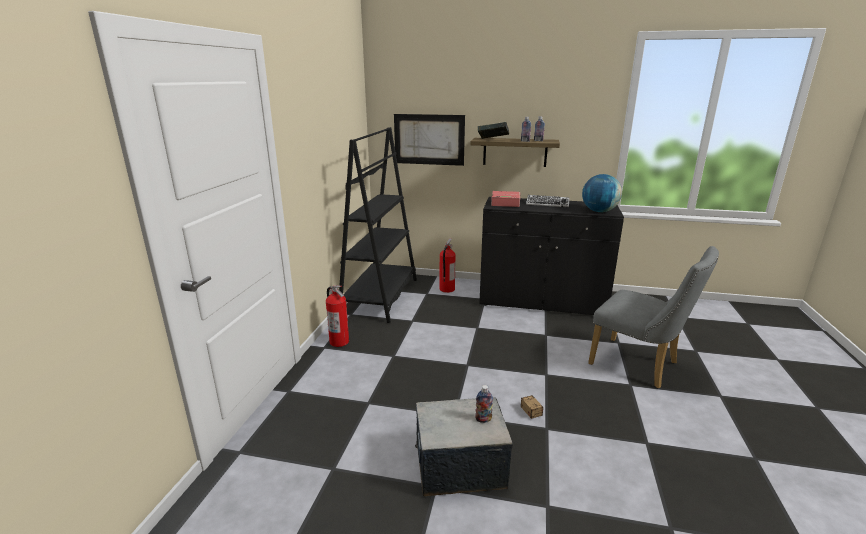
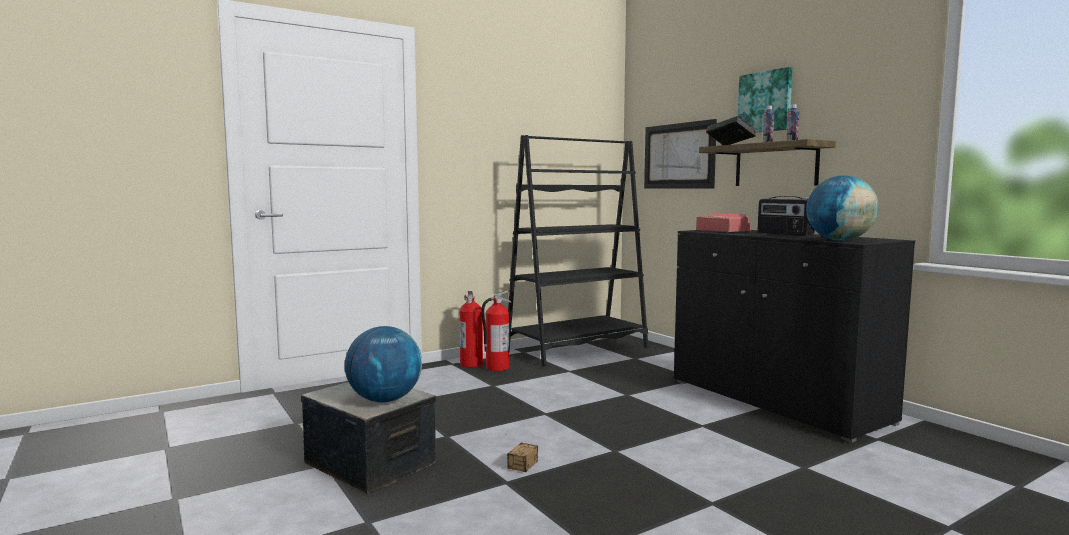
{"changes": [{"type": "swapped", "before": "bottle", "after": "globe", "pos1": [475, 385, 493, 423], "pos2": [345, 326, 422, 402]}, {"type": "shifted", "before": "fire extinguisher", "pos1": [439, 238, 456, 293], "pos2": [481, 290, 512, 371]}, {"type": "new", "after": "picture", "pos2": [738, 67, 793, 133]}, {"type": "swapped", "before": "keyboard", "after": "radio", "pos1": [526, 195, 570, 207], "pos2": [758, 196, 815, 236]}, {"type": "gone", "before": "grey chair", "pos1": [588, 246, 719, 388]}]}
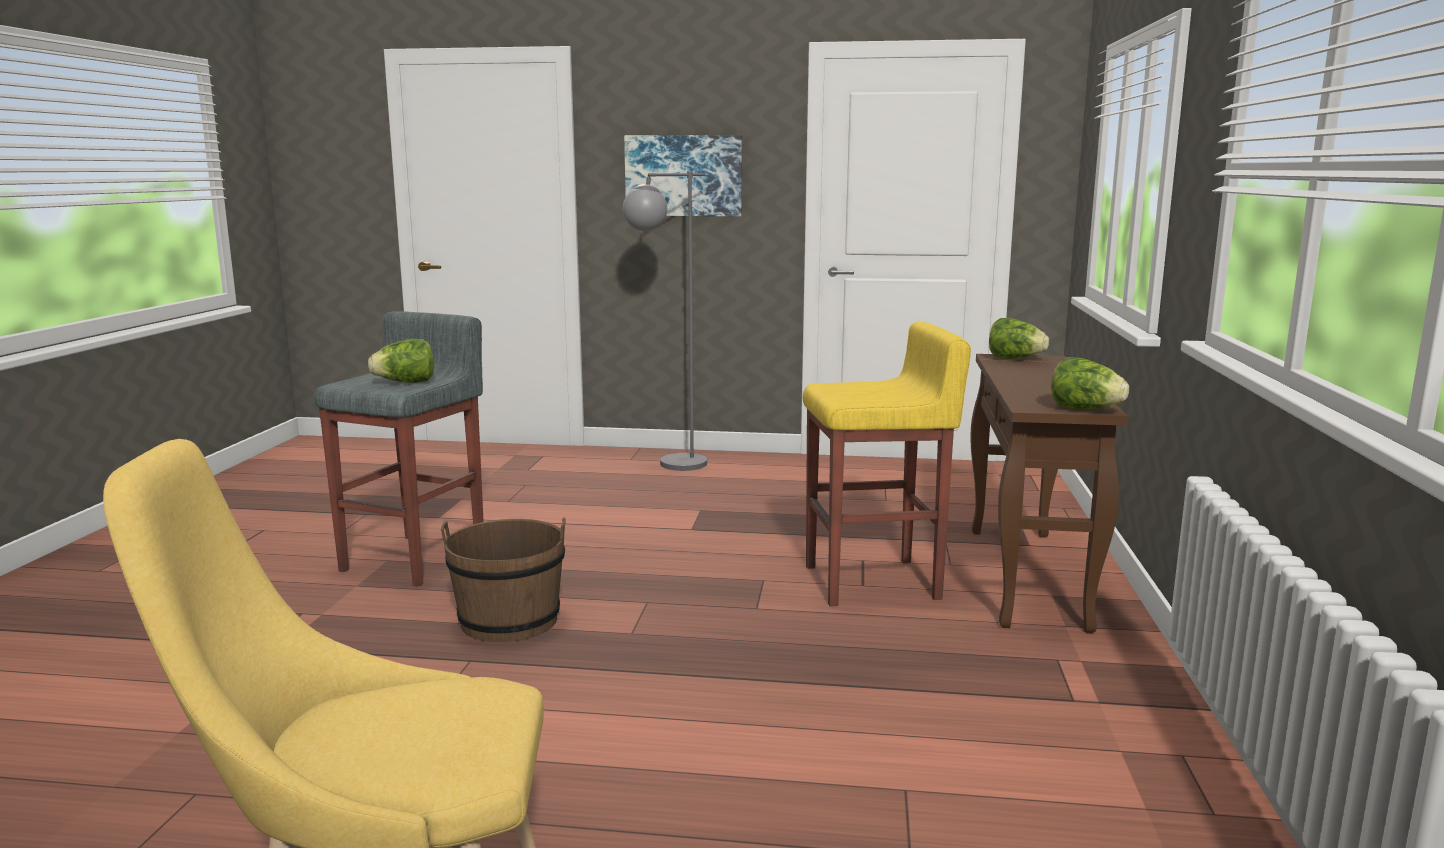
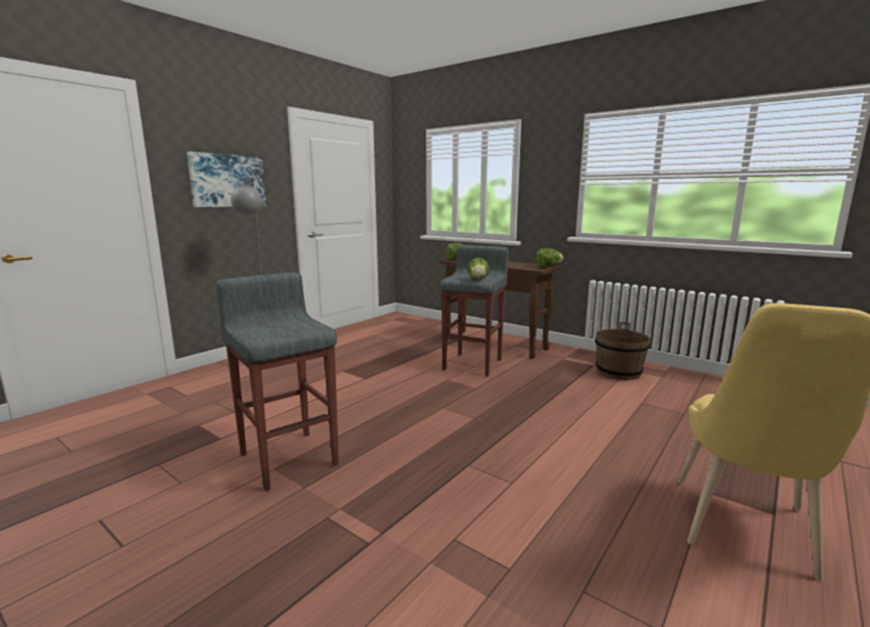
{"changes": [{"type": "repainted", "before": "yellow stool", "after": "grey stool", "pos1": [803, 322, 971, 607], "pos2": [440, 245, 509, 376]}, {"type": "shifted", "before": "lettuce", "pos1": [368, 339, 434, 383], "pos2": [468, 258, 489, 279]}, {"type": "shifted", "before": "brown bucket", "pos1": [441, 517, 566, 642], "pos2": [595, 322, 651, 380]}]}
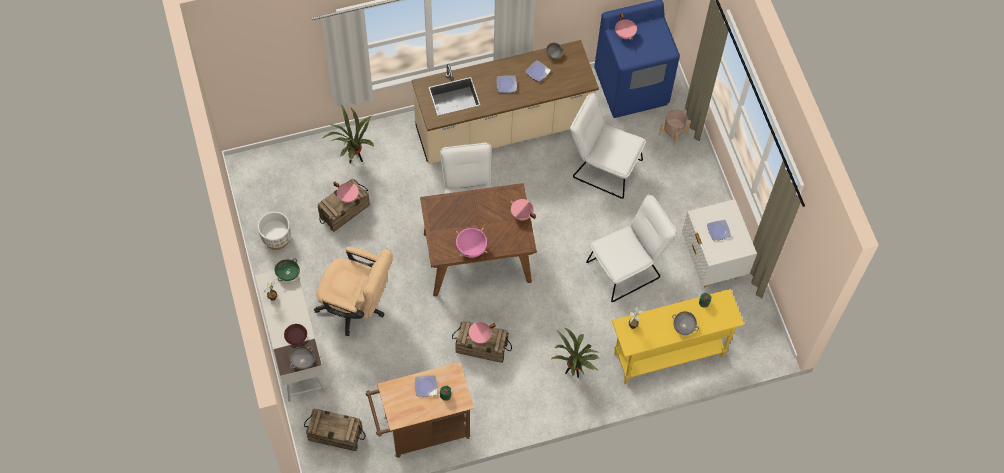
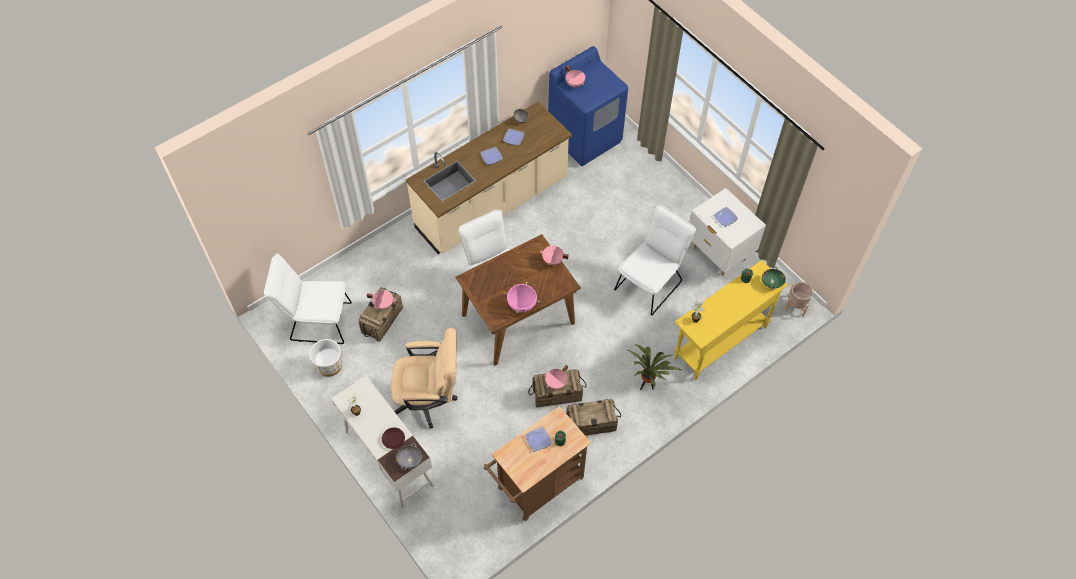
{"changes": [{"type": "shifted", "before": "white chair", "pos1": [570, 92, 646, 199], "pos2": [264, 253, 352, 344]}, {"type": "shifted", "before": "crate", "pos1": [304, 409, 365, 451], "pos2": [566, 399, 621, 436]}, {"type": "shifted", "before": "green bowl", "pos1": [274, 258, 300, 281], "pos2": [762, 267, 786, 290]}, {"type": "shifted", "before": "beige planter", "pos1": [659, 109, 690, 147], "pos2": [784, 282, 813, 317]}, {"type": "gone", "before": "potted plant", "pos1": [323, 105, 374, 163]}, {"type": "gone", "before": "grey bowl", "pos1": [672, 311, 699, 335]}]}
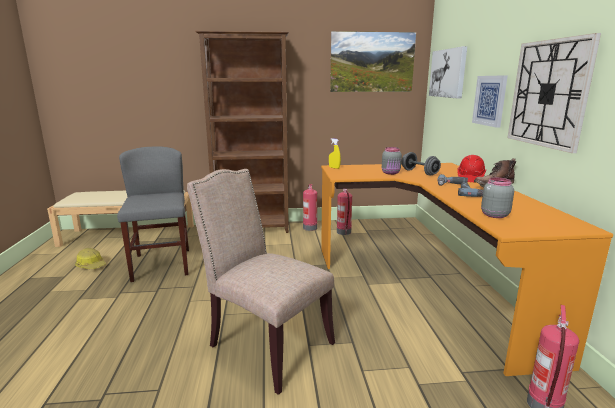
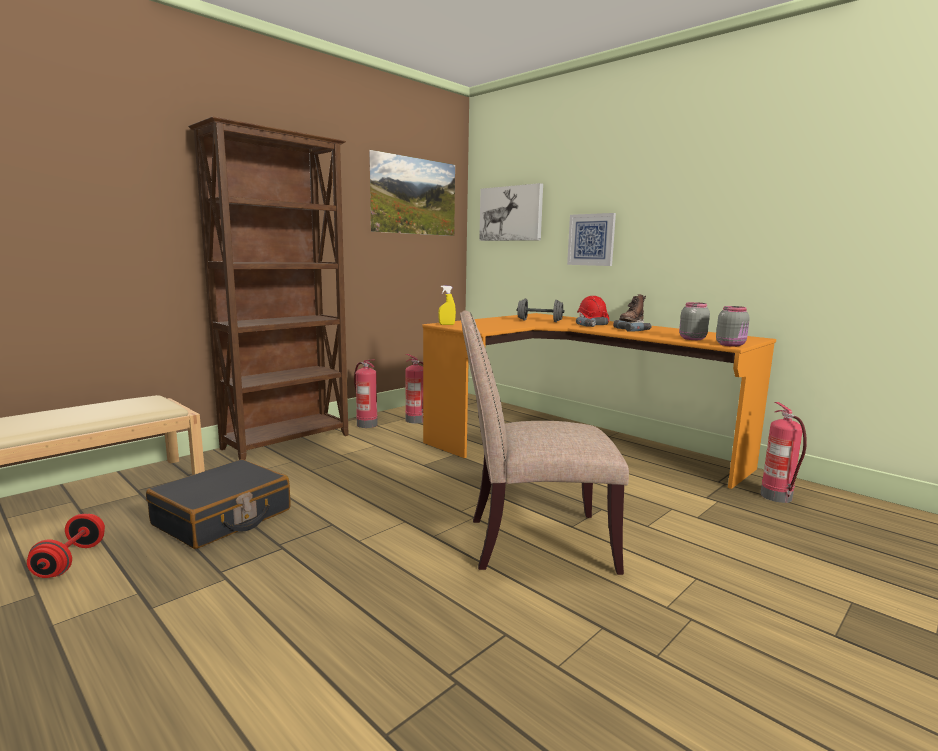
{"changes": [{"type": "swapped", "before": "hard hat", "after": "red dumbbell", "pos1": [75, 248, 106, 269], "pos2": [27, 514, 105, 578]}, {"type": "swapped", "before": "grey chair", "after": "black suitcase", "pos1": [117, 146, 189, 282], "pos2": [146, 459, 291, 549]}, {"type": "shifted", "before": "grey jar", "pos1": [382, 147, 402, 175], "pos2": [716, 306, 750, 347]}, {"type": "gone", "before": "wall clock", "pos1": [507, 33, 601, 153]}]}
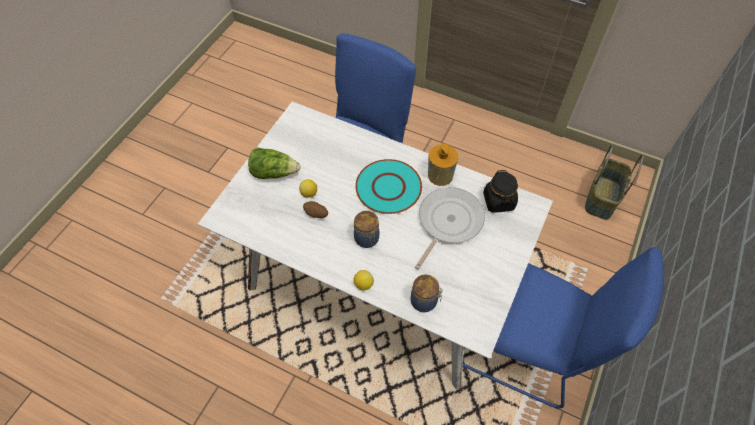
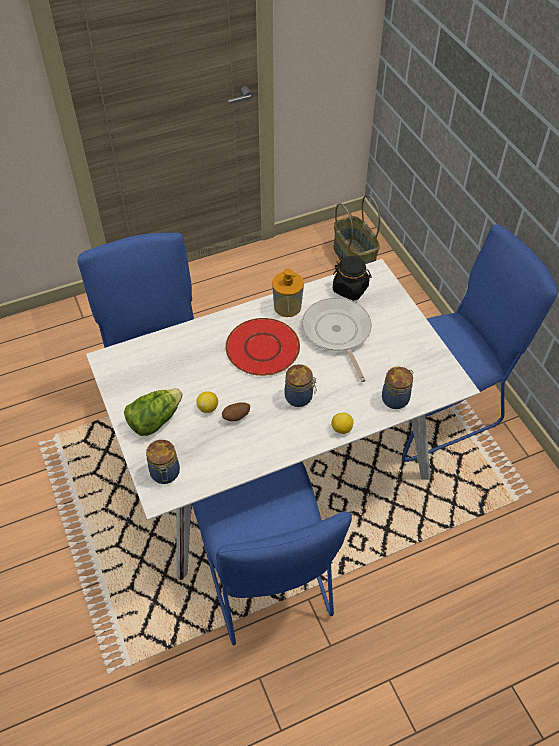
{"changes": [{"type": "new", "after": "jar", "pos2": [146, 440, 180, 484]}, {"type": "new", "after": "blue chair", "pos2": [192, 462, 352, 645]}, {"type": "repainted", "before": "turquoise plate", "after": "red plate", "pos1": [355, 159, 422, 214], "pos2": [226, 318, 300, 376]}]}
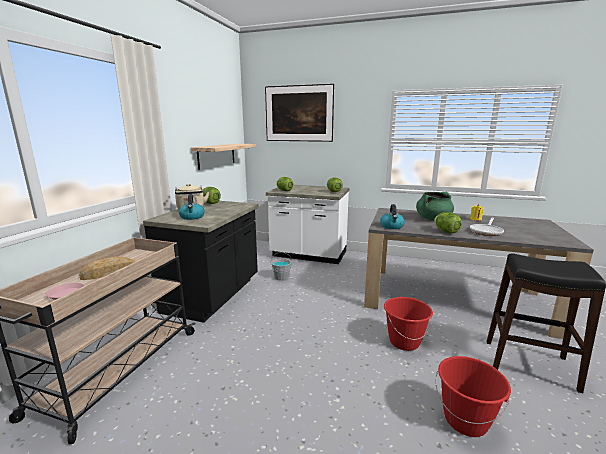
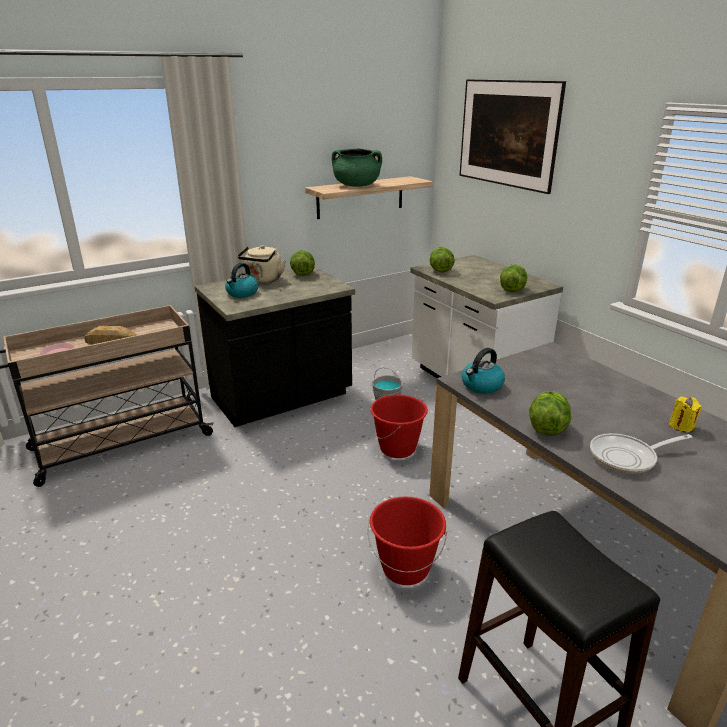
{"changes": [{"type": "shifted", "before": "green cooking pot", "pos1": [416, 192, 454, 220], "pos2": [332, 149, 382, 187]}, {"type": "shifted", "before": "red bucket", "pos1": [436, 356, 511, 437], "pos2": [370, 395, 428, 458]}]}
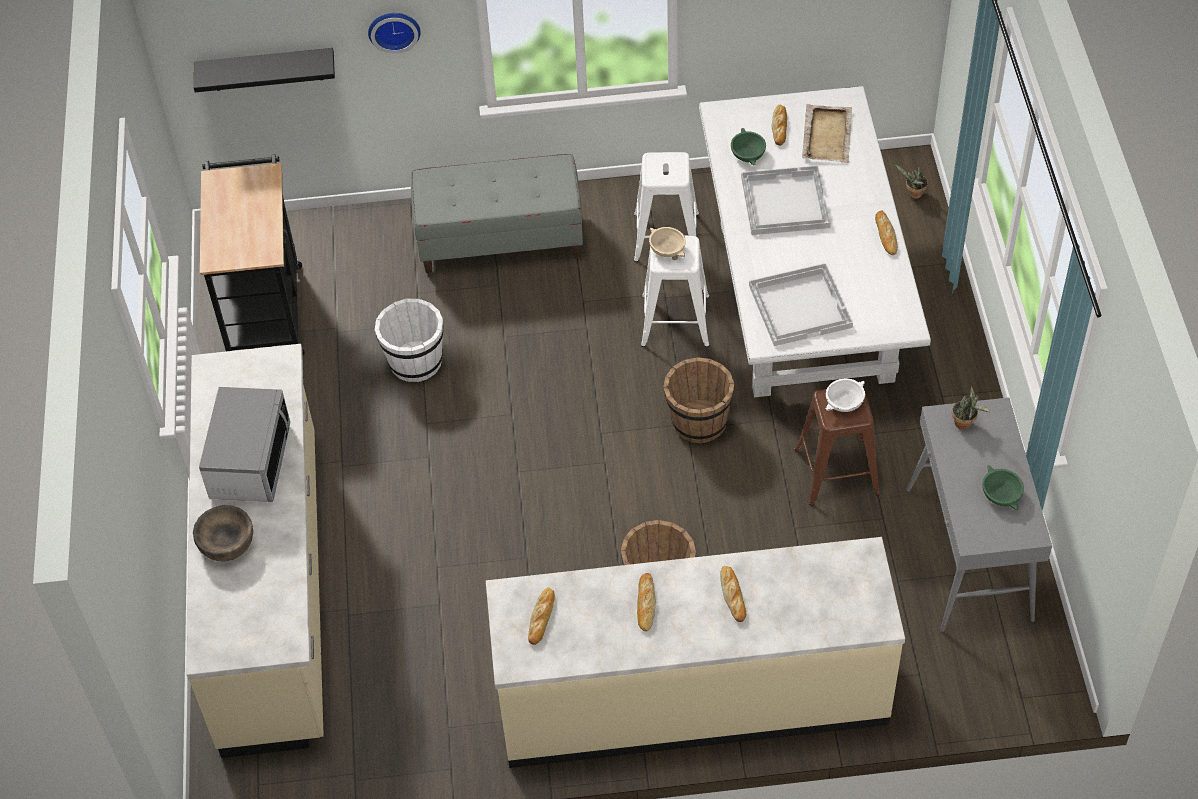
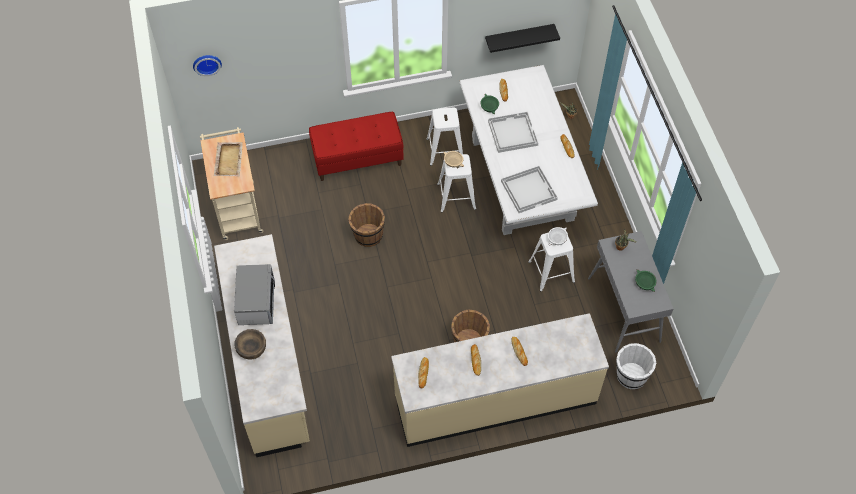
{"changes": [{"type": "shifted", "before": "wall clock", "pos1": [368, 13, 421, 54], "pos2": [193, 55, 222, 76]}, {"type": "repainted", "before": "black cart", "after": "beige cart", "pos1": [200, 154, 305, 356], "pos2": [200, 127, 263, 240]}, {"type": "shifted", "before": "beige tray", "pos1": [802, 104, 852, 163], "pos2": [214, 142, 243, 176]}, {"type": "repainted", "before": "grey bench", "after": "red bench", "pos1": [411, 154, 583, 274], "pos2": [309, 112, 404, 181]}, {"type": "shifted", "before": "brown bucket", "pos1": [663, 357, 734, 443], "pos2": [348, 203, 385, 247]}, {"type": "shifted", "before": "black shelf", "pos1": [194, 48, 335, 92], "pos2": [485, 24, 560, 53]}, {"type": "repainted", "before": "brown stool", "after": "white stool", "pos1": [794, 387, 880, 506], "pos2": [528, 233, 575, 292]}, {"type": "shifted", "before": "white bucket", "pos1": [375, 299, 444, 382], "pos2": [616, 343, 656, 389]}]}
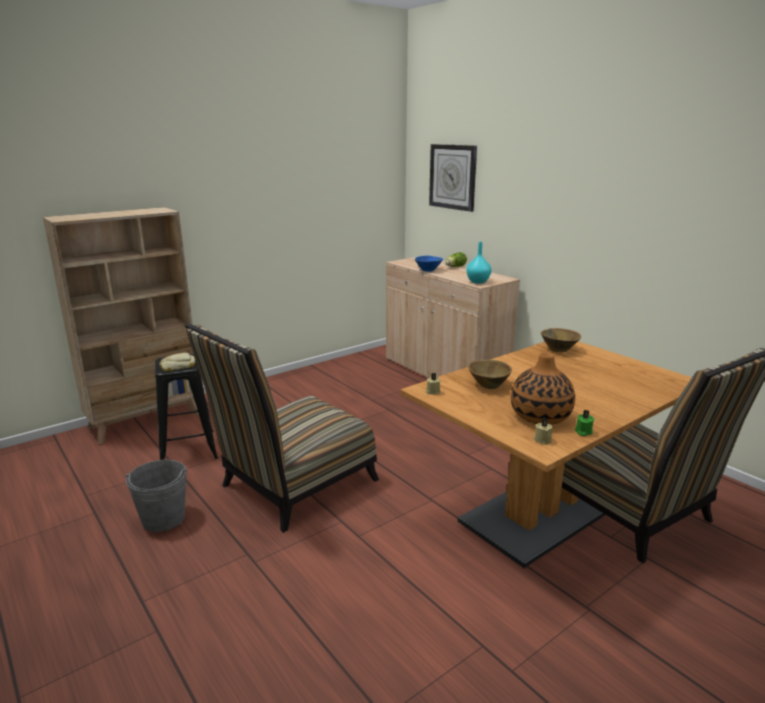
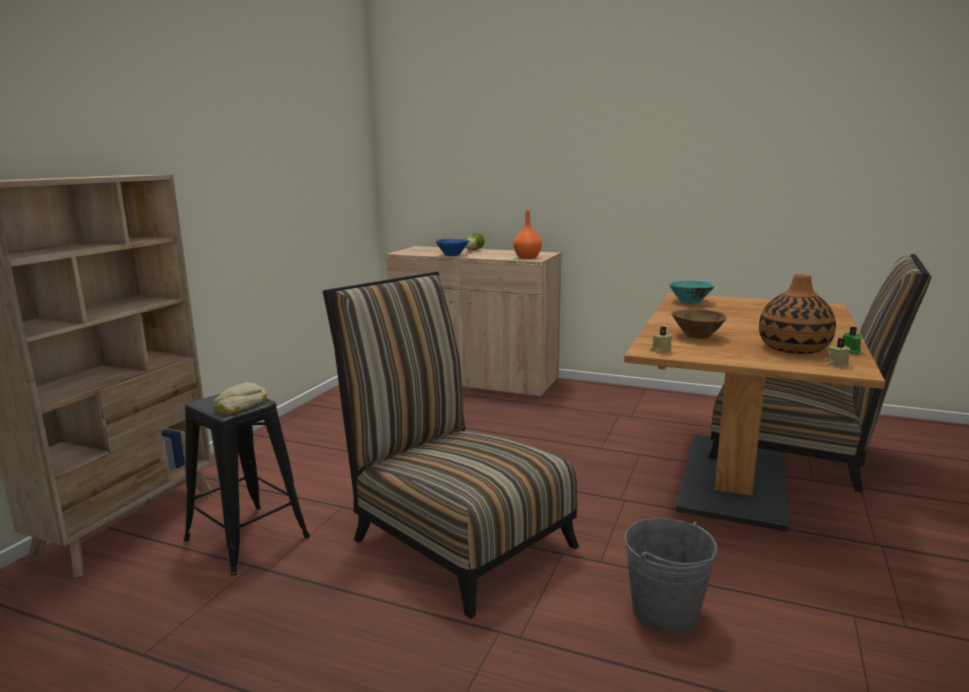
{"changes": [{"type": "rotated", "before": "chair", "pos1": [185, 323, 379, 533], "pos2": [323, 271, 579, 619], "turn": 120}, {"type": "repainted", "before": "turquoise vase", "after": "orange vase", "pos1": [466, 242, 491, 284], "pos2": [513, 210, 542, 259]}, {"type": "shifted", "before": "grey bucket", "pos1": [125, 460, 187, 532], "pos2": [625, 518, 718, 634]}, {"type": "repainted", "before": "brown bowl", "after": "turquoise bowl", "pos1": [541, 328, 581, 352], "pos2": [669, 280, 715, 304]}, {"type": "gone", "before": "wall clock", "pos1": [429, 144, 477, 212]}]}
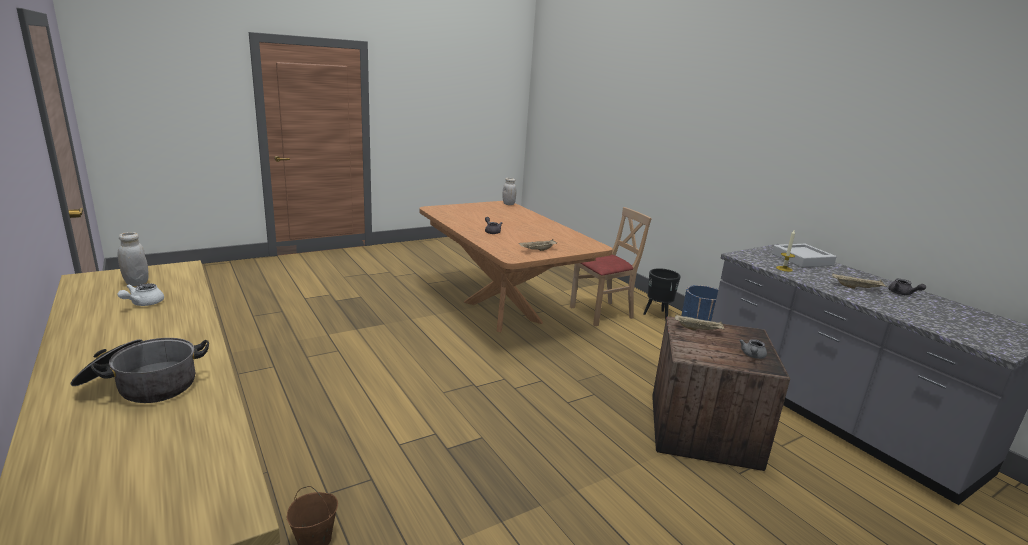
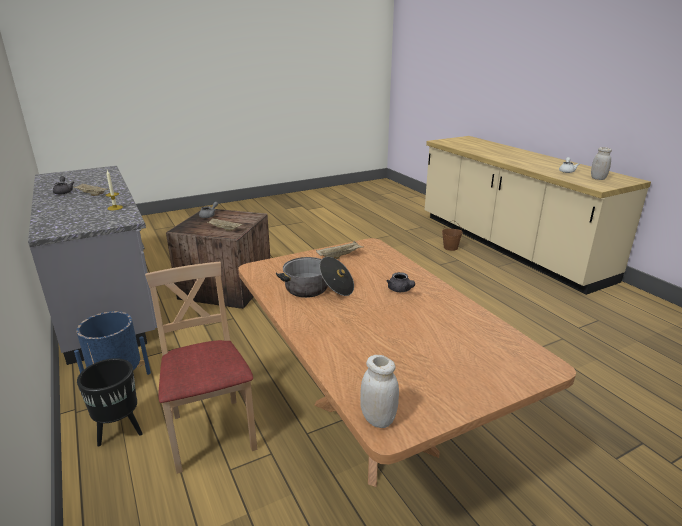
{"changes": [{"type": "rotated", "before": "beige chair", "pos1": [570, 207, 652, 326], "pos2": [145, 262, 257, 474], "turn": 90}, {"type": "shifted", "before": "cooking pot", "pos1": [71, 338, 209, 403], "pos2": [276, 257, 354, 298]}, {"type": "gone", "before": "grey tray", "pos1": [772, 244, 836, 268]}]}
